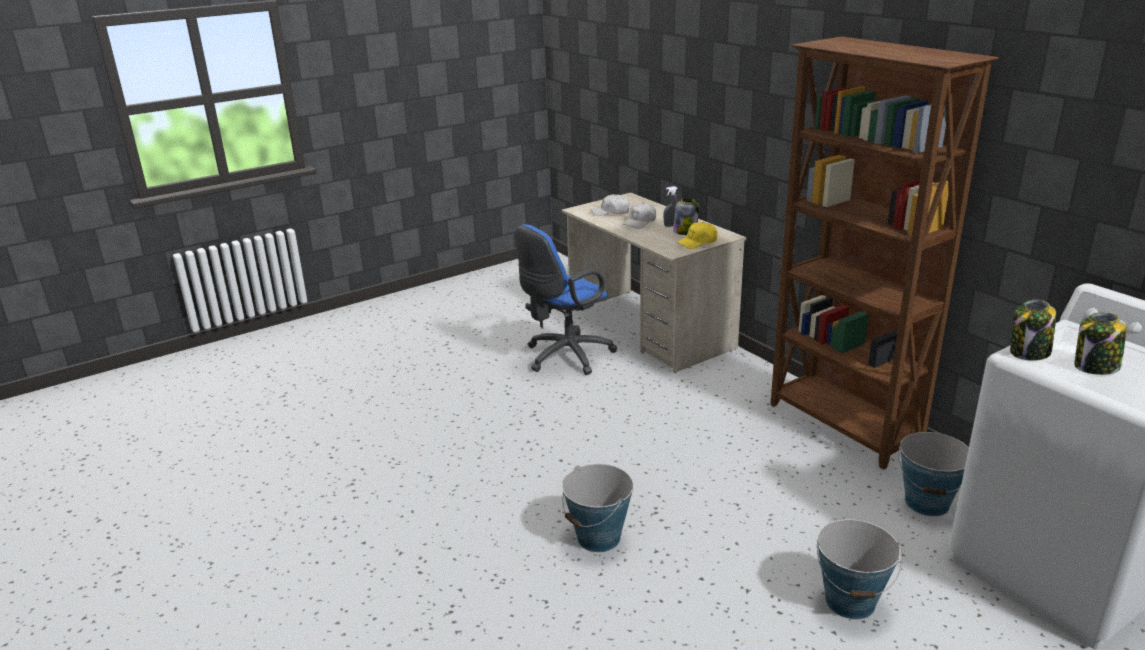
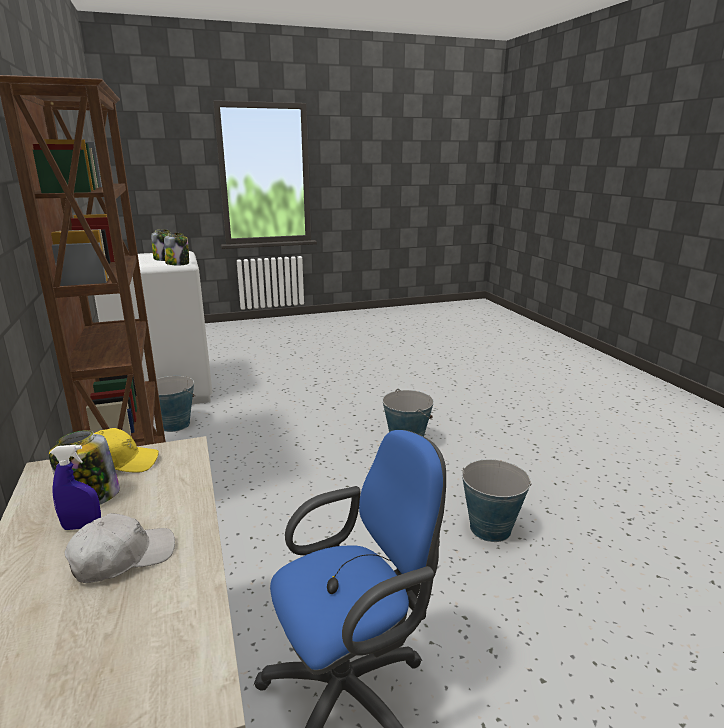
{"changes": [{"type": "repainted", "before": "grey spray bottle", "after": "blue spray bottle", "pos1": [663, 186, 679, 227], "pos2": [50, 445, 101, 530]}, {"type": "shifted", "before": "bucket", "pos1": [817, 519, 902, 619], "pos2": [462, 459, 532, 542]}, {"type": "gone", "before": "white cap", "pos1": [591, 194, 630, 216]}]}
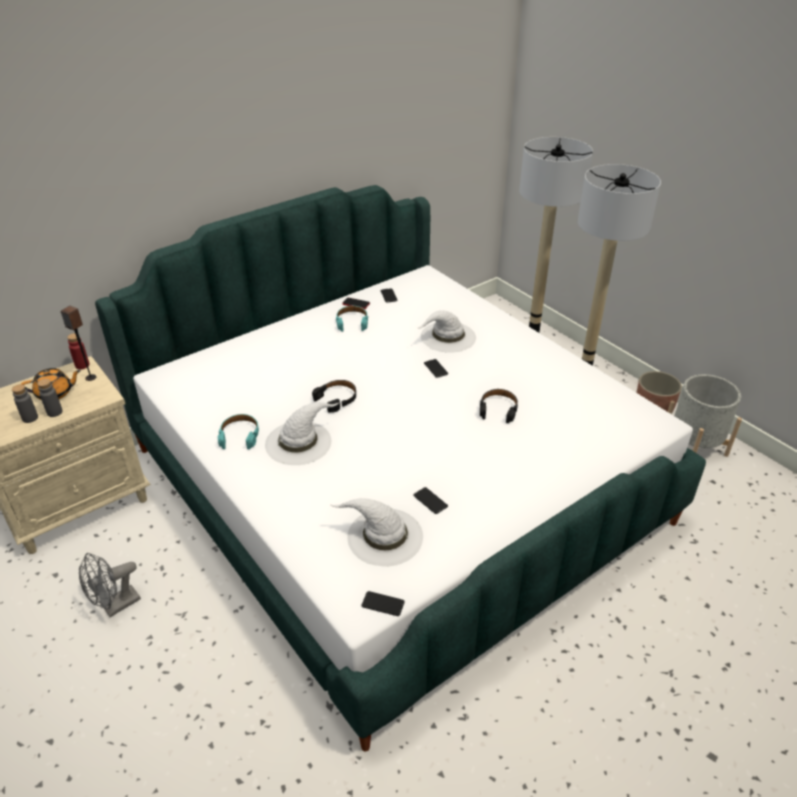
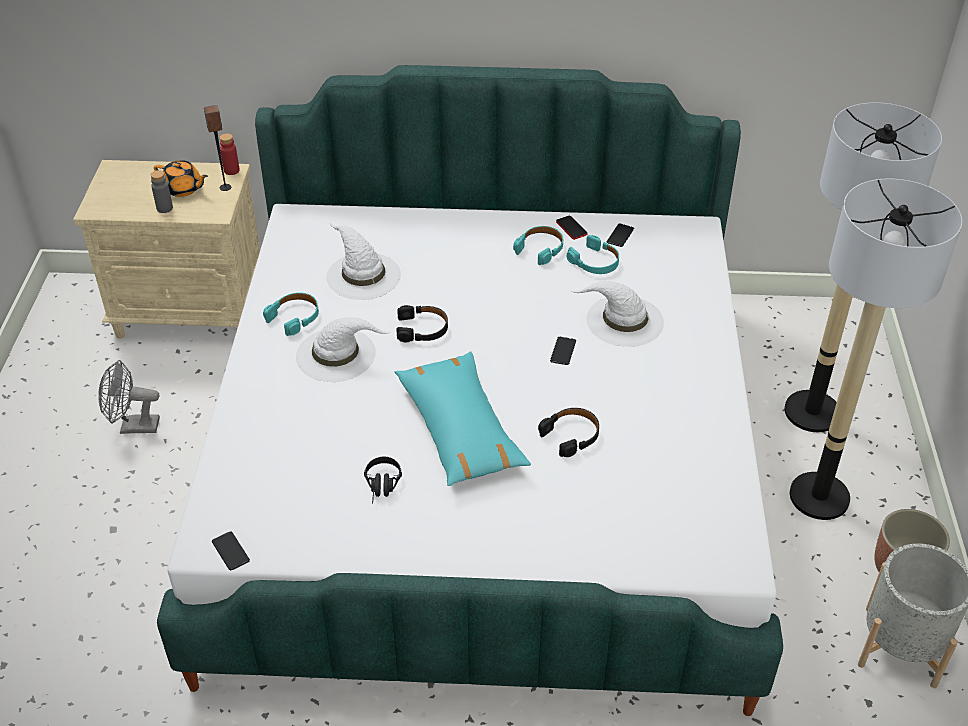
{"changes": [{"type": "shifted", "before": "white hat", "pos1": [329, 498, 423, 567], "pos2": [326, 223, 401, 300]}, {"type": "swapped", "before": "phone", "after": "black headphones", "pos1": [413, 487, 448, 514], "pos2": [364, 457, 402, 503]}, {"type": "new", "after": "turquoise pillow", "pos2": [395, 351, 531, 486]}, {"type": "new", "after": "turquoise headphones", "pos2": [567, 235, 619, 274]}, {"type": "gone", "before": "grey bottle", "pos1": [12, 384, 38, 423]}]}
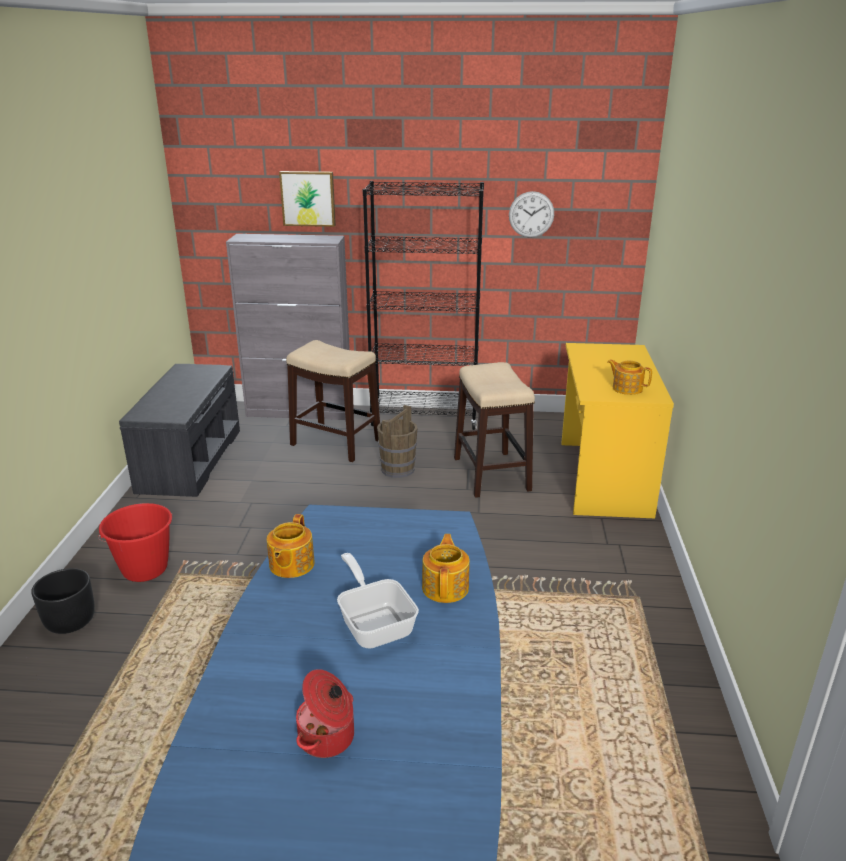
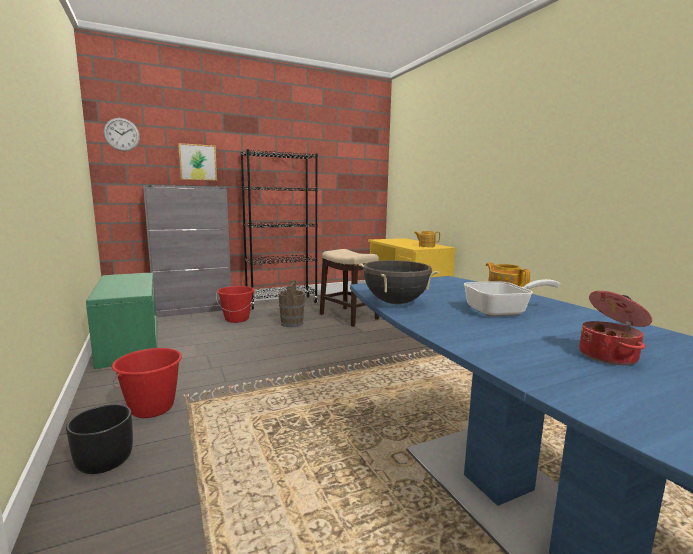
{"changes": [{"type": "repainted", "before": "grey bench", "after": "green bench", "pos1": [119, 364, 240, 497], "pos2": [86, 273, 157, 369]}, {"type": "shifted", "before": "wall clock", "pos1": [509, 191, 554, 238], "pos2": [103, 118, 140, 151]}, {"type": "swapped", "before": "stool", "after": "red bucket", "pos1": [286, 340, 380, 462], "pos2": [216, 286, 255, 323]}, {"type": "swapped", "before": "teapot", "after": "black cooking pot", "pos1": [267, 514, 315, 578], "pos2": [358, 260, 440, 304]}, {"type": "rotated", "before": "frying pan", "pos1": [337, 553, 419, 649], "pos2": [464, 279, 560, 317], "turn": 135}]}
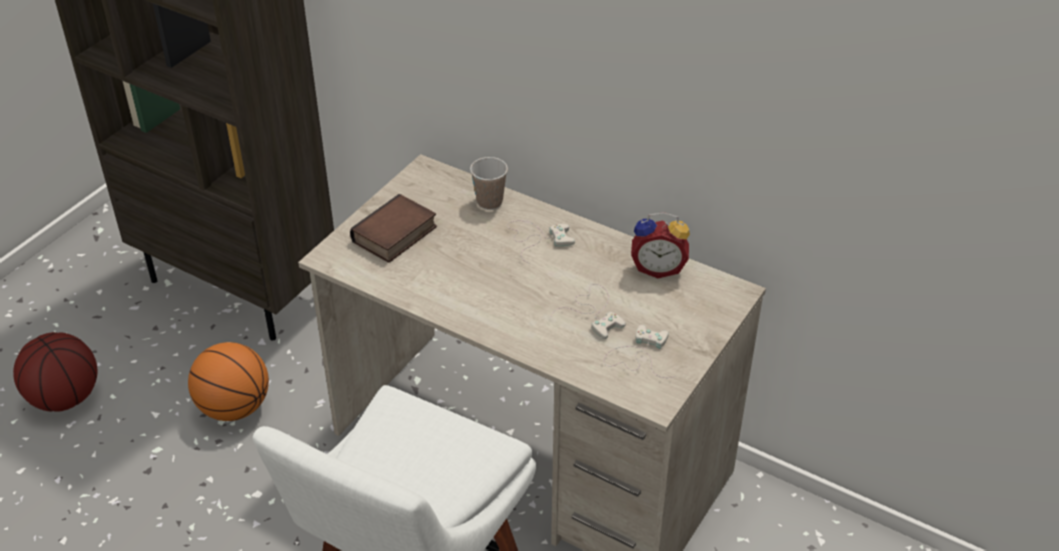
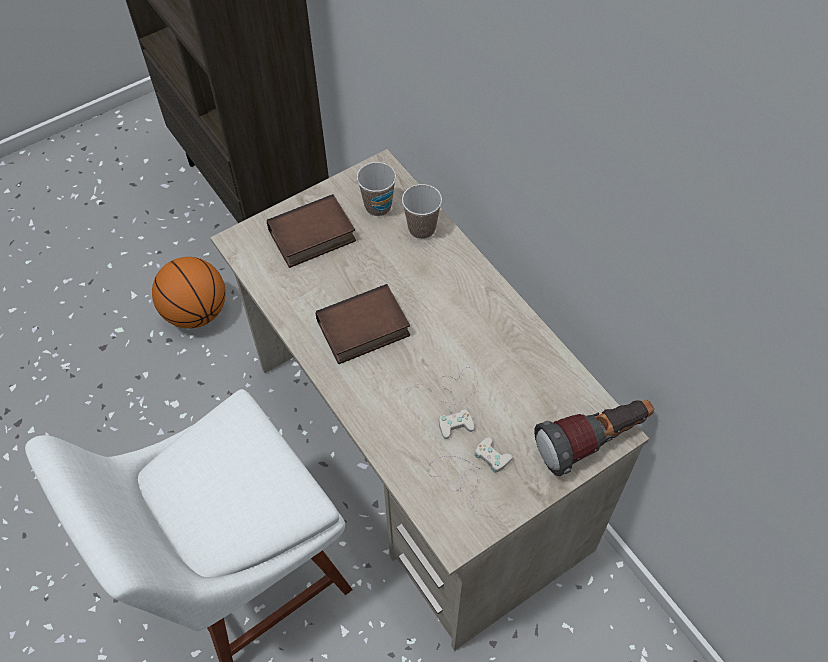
{"changes": [{"type": "new", "after": "book", "pos2": [316, 284, 410, 364]}, {"type": "new", "after": "cup", "pos2": [356, 162, 396, 216]}, {"type": "new", "after": "flashlight", "pos2": [534, 400, 654, 476]}, {"type": "gone", "before": "basketball", "pos1": [13, 332, 97, 412]}, {"type": "gone", "before": "white game controller", "pos1": [507, 220, 575, 263]}, {"type": "gone", "before": "alarm clock", "pos1": [631, 212, 690, 278]}]}
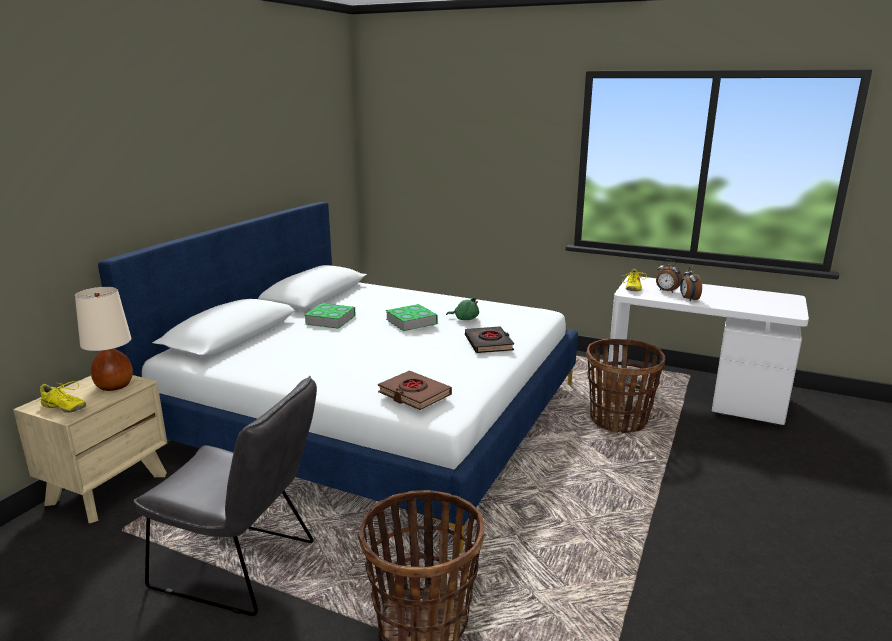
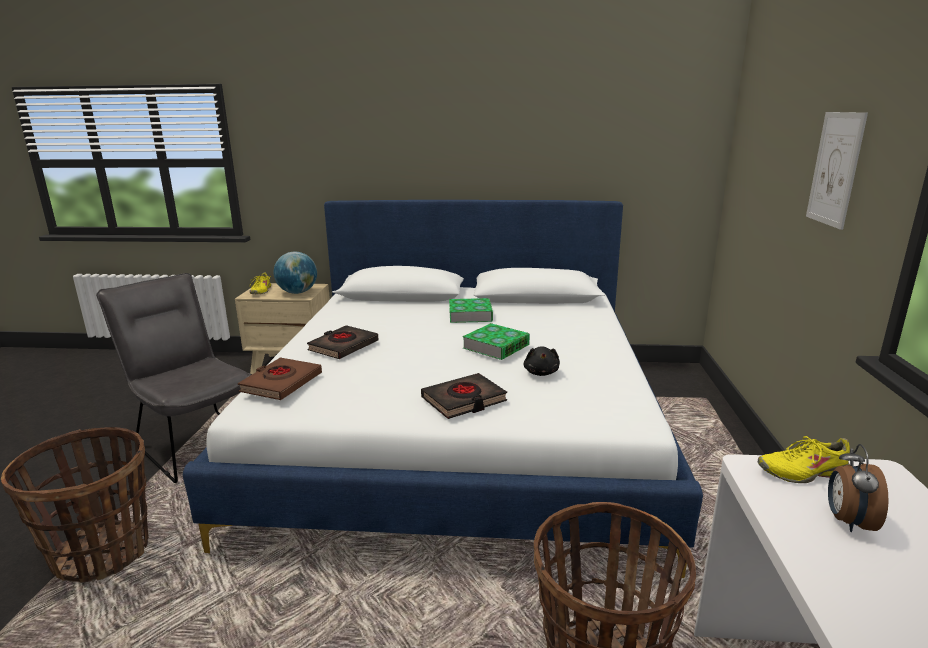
{"changes": [{"type": "rotated", "before": "grey chair", "pos1": [133, 376, 317, 616], "pos2": [96, 273, 251, 483], "turn": 135}, {"type": "swapped", "before": "beige table lamp", "after": "globe", "pos1": [75, 287, 133, 391], "pos2": [274, 252, 317, 294]}, {"type": "new", "after": "black book", "pos2": [307, 325, 378, 359]}, {"type": "repainted", "before": "green plush toy", "after": "black plush toy", "pos1": [446, 297, 479, 320], "pos2": [523, 347, 560, 376]}, {"type": "new", "after": "picture", "pos2": [806, 112, 868, 230]}, {"type": "gone", "before": "alarm clock", "pos1": [680, 266, 702, 302]}]}
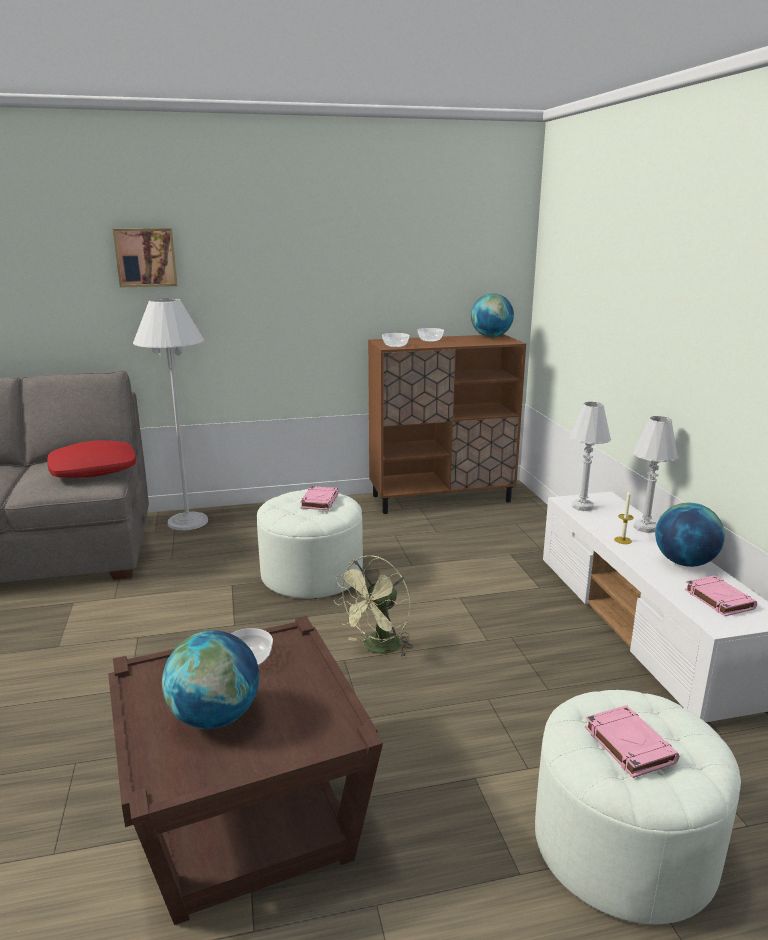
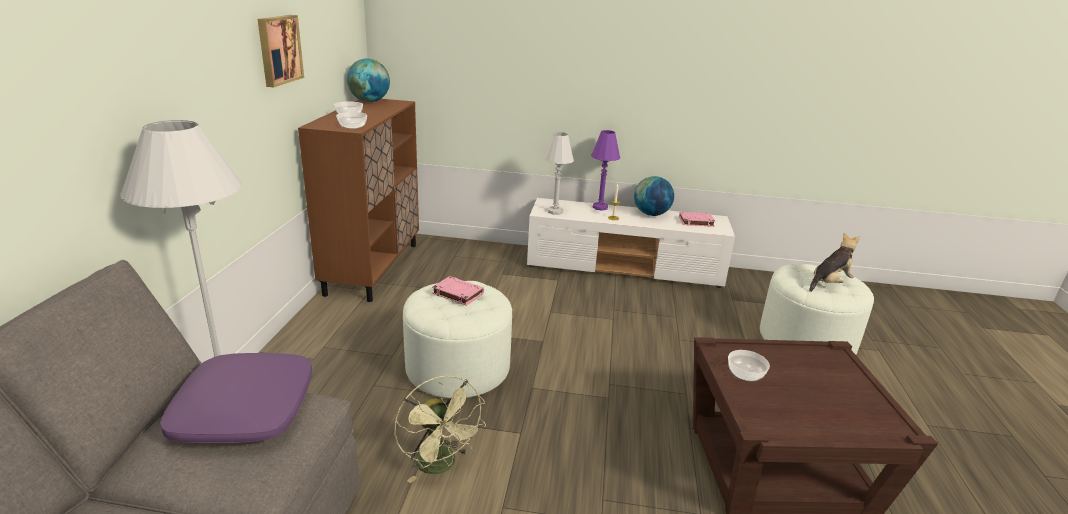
{"changes": [{"type": "repainted", "before": "red pillow", "after": "purple pillow", "pos1": [47, 440, 137, 478], "pos2": [160, 353, 312, 443]}, {"type": "shifted", "before": "picture", "pos1": [113, 228, 178, 287], "pos2": [258, 15, 304, 87]}, {"type": "shifted", "before": "green fan", "pos1": [333, 555, 413, 658], "pos2": [394, 376, 486, 483]}, {"type": "repainted", "before": "white table lamp", "after": "purple table lamp", "pos1": [633, 416, 679, 533], "pos2": [591, 130, 620, 211]}, {"type": "swapped", "before": "pink book", "after": "plush toy", "pos1": [585, 705, 679, 778], "pos2": [809, 233, 860, 292]}, {"type": "gone", "before": "globe", "pos1": [162, 630, 259, 729]}]}
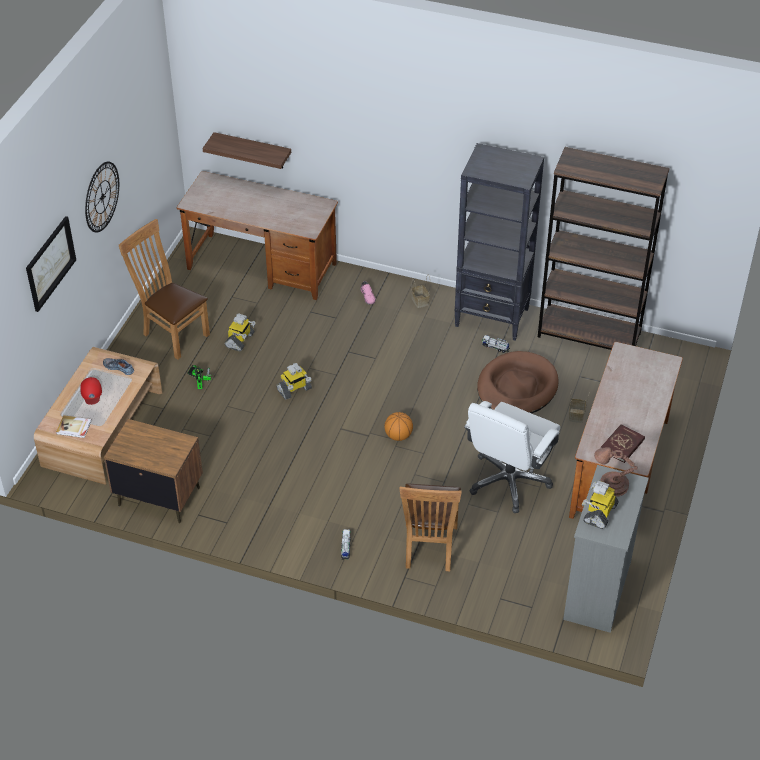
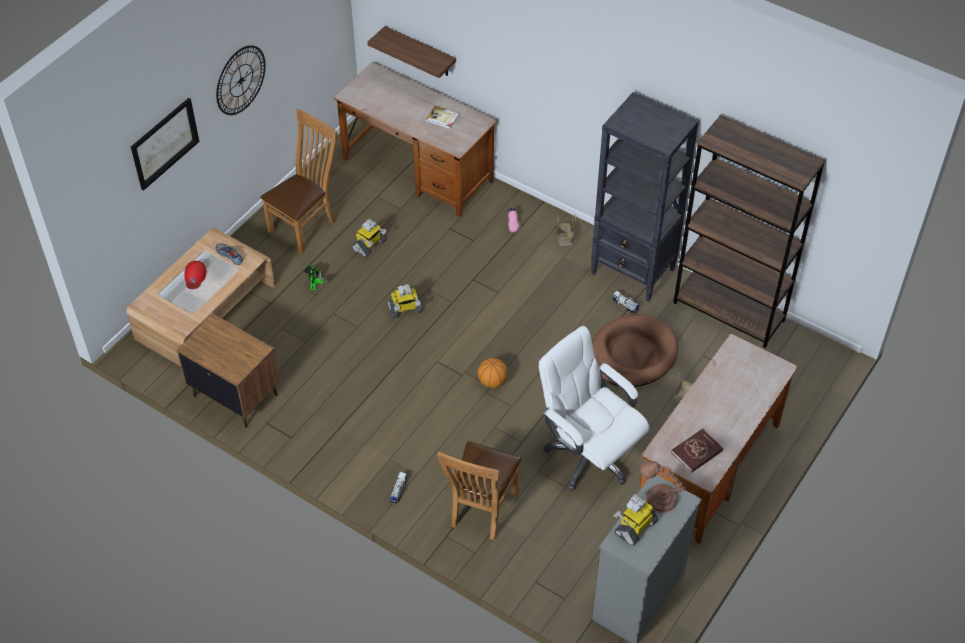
{"changes": [{"type": "rotated", "before": "brown chair", "pos1": [119, 219, 210, 359], "pos2": [260, 109, 337, 254], "turn": 75}, {"type": "shifted", "before": "book", "pos1": [56, 415, 92, 438], "pos2": [426, 106, 460, 129]}, {"type": "rotated", "before": "white office chair", "pos1": [464, 401, 560, 513], "pos2": [538, 326, 650, 491], "turn": 90}]}
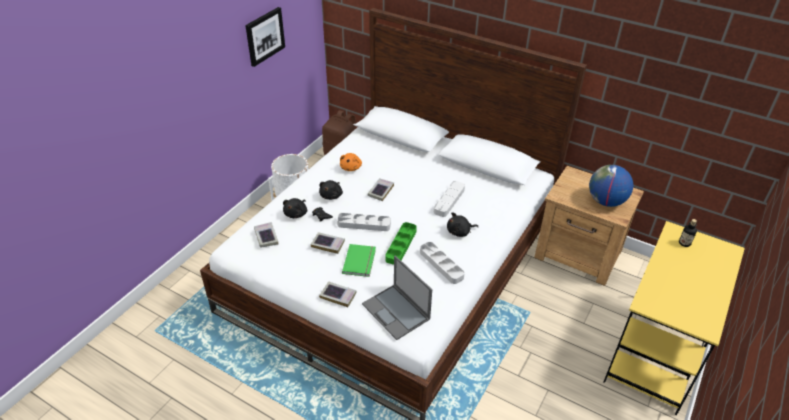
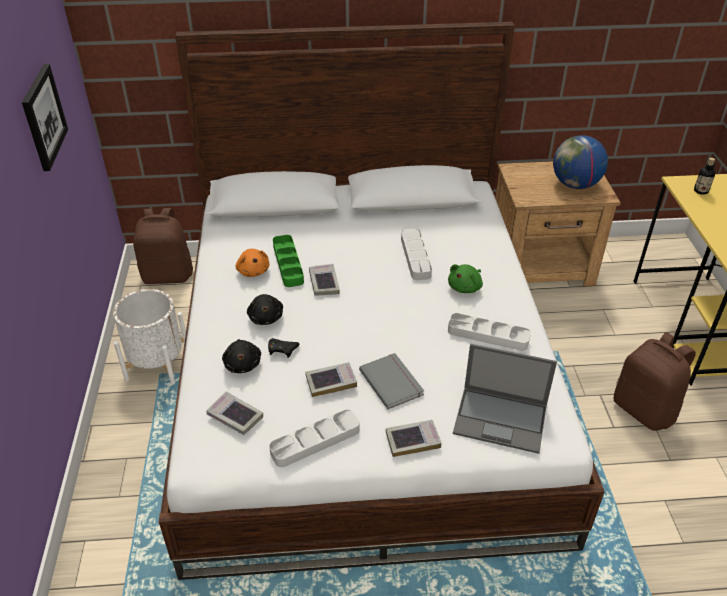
{"changes": [{"type": "shifted", "before": "grey tray", "pos1": [337, 213, 391, 231], "pos2": [269, 409, 359, 467]}, {"type": "shifted", "before": "green tray", "pos1": [385, 222, 417, 265], "pos2": [273, 235, 304, 287]}, {"type": "repainted", "before": "green book", "after": "grey book", "pos1": [342, 244, 376, 277], "pos2": [359, 353, 424, 409]}, {"type": "repainted", "before": "black plush toy", "after": "green plush toy", "pos1": [447, 212, 479, 237], "pos2": [448, 264, 483, 293]}, {"type": "new", "after": "brown backpack", "pos2": [614, 332, 696, 431]}]}
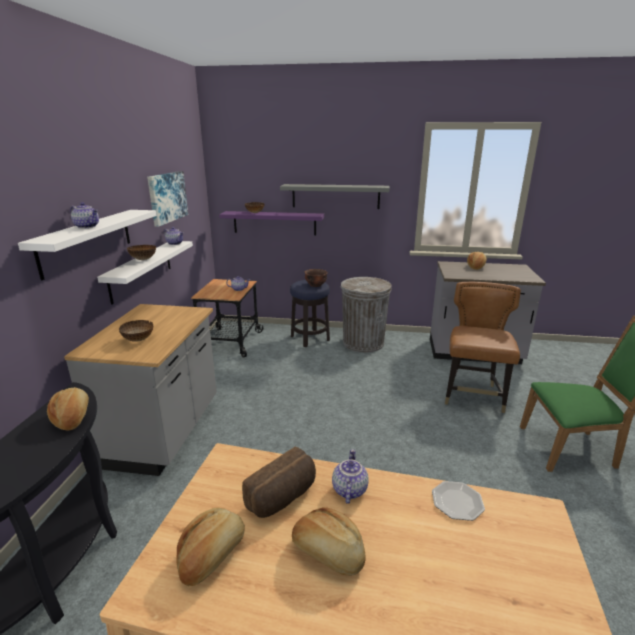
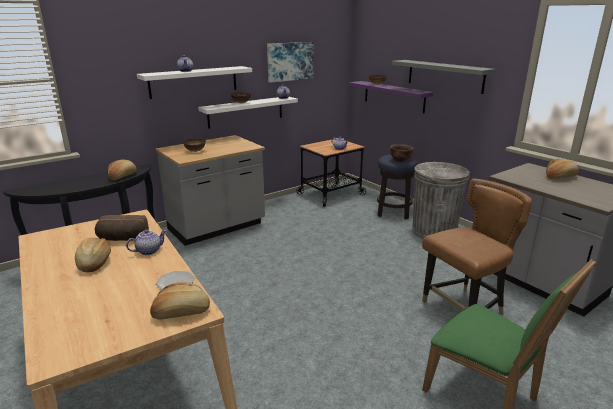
{"changes": [{"type": "shifted", "before": "bread", "pos1": [176, 508, 245, 586], "pos2": [150, 282, 210, 320]}]}
